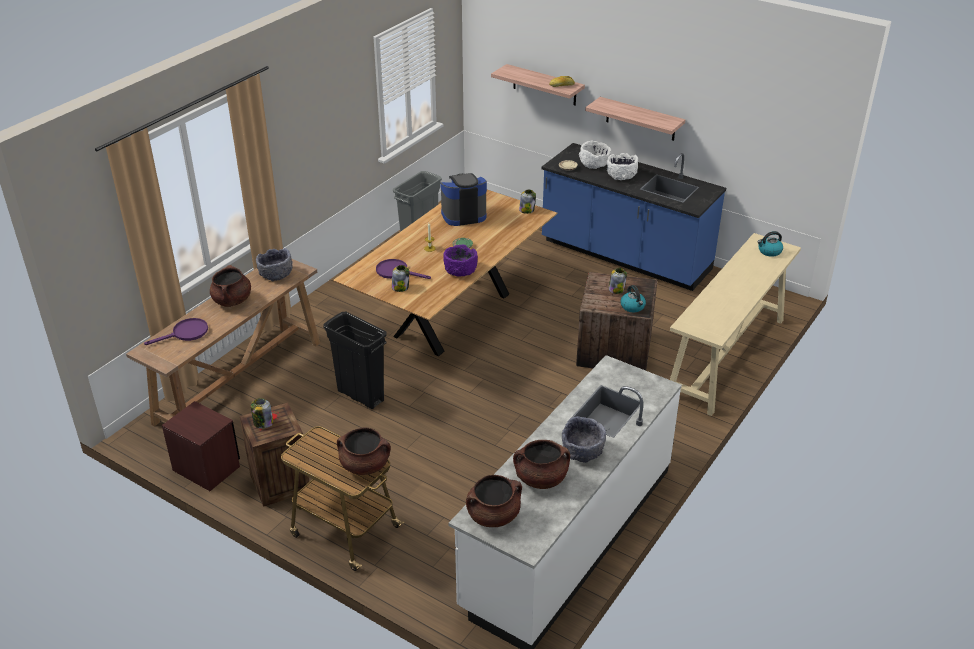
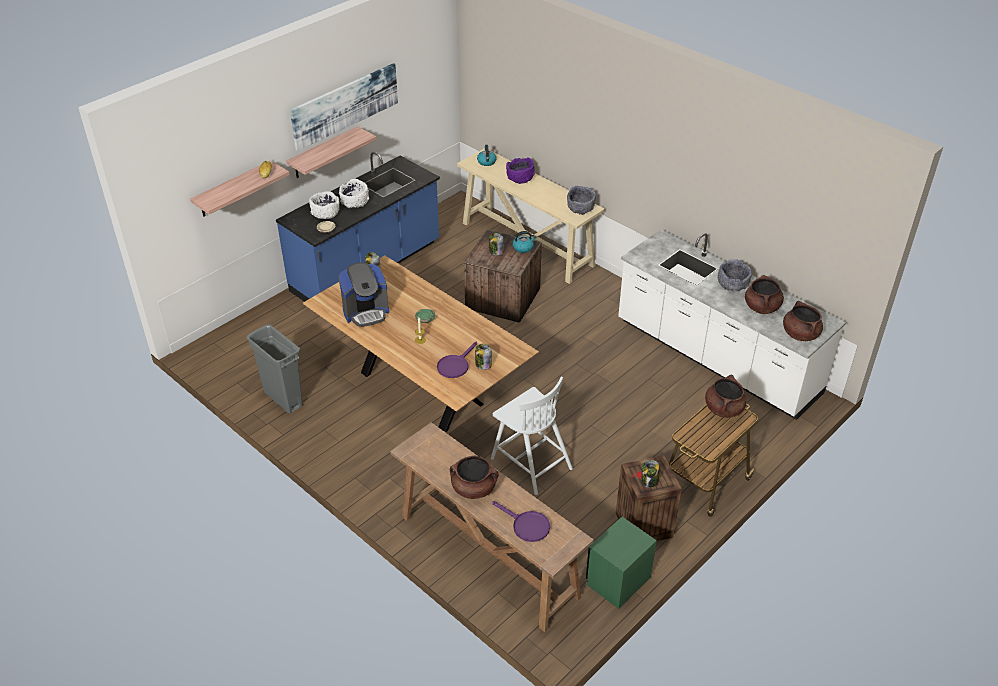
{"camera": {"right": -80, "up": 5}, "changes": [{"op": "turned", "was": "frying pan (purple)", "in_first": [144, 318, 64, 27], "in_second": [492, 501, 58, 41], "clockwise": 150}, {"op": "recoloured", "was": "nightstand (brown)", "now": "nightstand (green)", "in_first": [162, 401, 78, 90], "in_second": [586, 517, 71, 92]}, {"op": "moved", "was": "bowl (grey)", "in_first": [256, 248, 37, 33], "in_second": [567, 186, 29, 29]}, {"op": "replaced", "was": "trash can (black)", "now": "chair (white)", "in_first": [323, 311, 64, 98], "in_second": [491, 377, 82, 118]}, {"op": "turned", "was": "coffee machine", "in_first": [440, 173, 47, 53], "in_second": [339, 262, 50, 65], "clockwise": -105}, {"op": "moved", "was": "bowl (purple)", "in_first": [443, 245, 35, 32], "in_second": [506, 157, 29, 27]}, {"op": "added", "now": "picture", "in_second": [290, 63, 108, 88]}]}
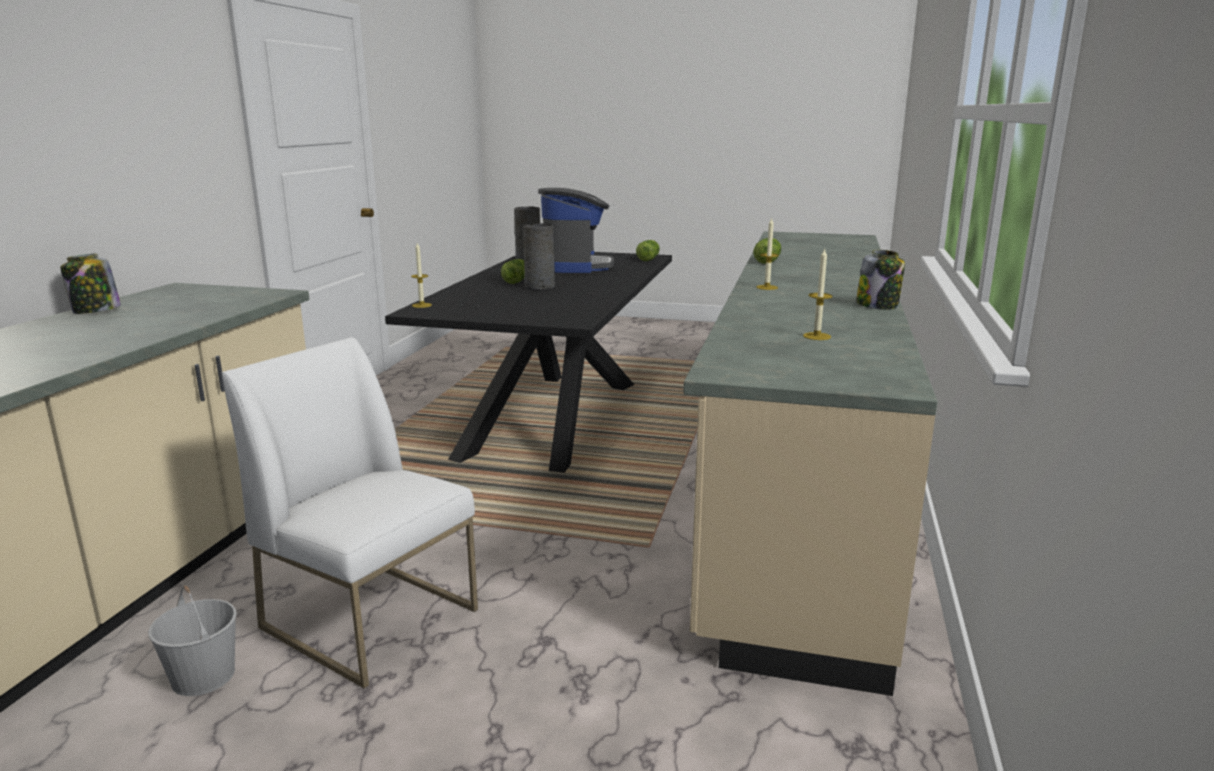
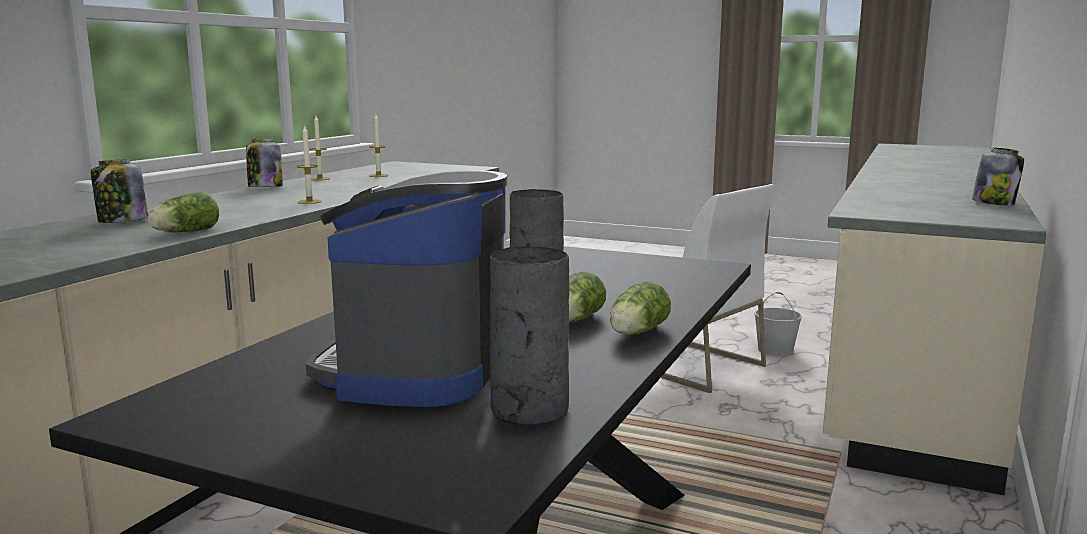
{"camera": {"right": -170, "up": -5}, "changes": [{"op": "moved", "was": "candle", "in_first": [411, 243, 21, 65], "in_second": [309, 116, 21, 65]}, {"op": "moved", "was": "lettuce", "in_first": [636, 240, 24, 21], "in_second": [610, 281, 61, 54]}, {"op": "added", "now": "jar", "in_second": [91, 159, 57, 64]}]}
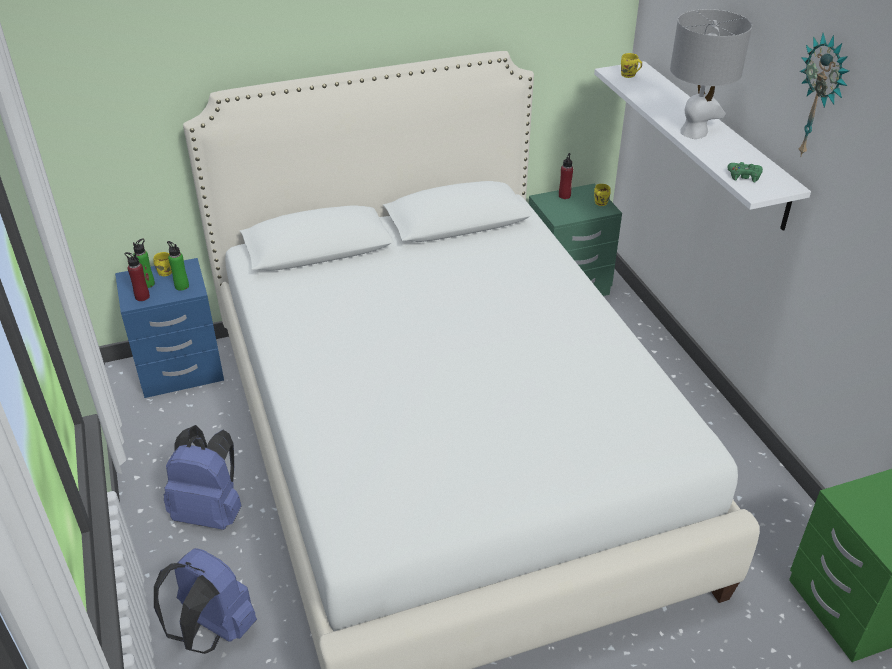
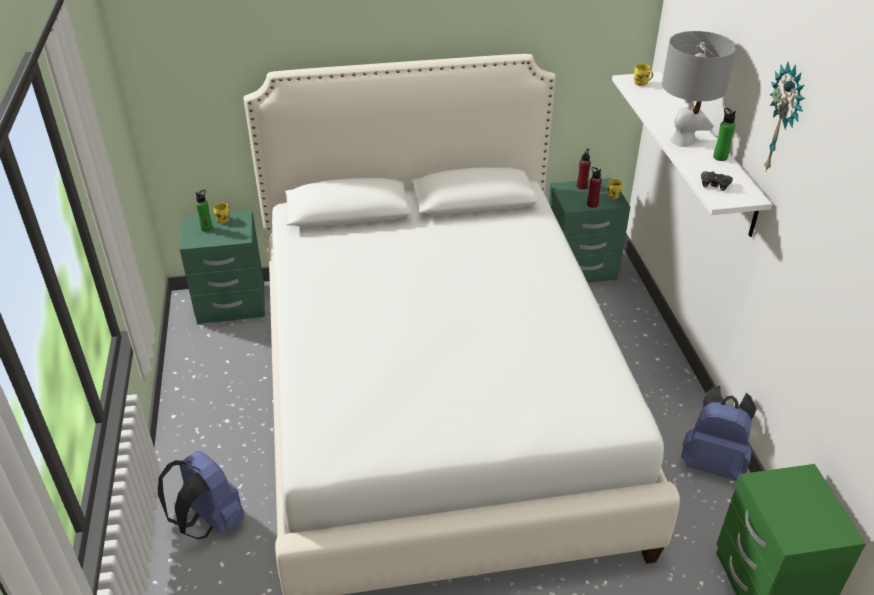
{"camera": {"right": 10, "up": 0}, "changes": [{"op": "recoloured", "was": "nightstand (blue)", "now": "nightstand (green)", "in_first": [115, 258, 109, 140], "in_second": [180, 210, 85, 114]}, {"op": "moved", "was": "bottle (red)", "in_first": [125, 252, 25, 49], "in_second": [587, 167, 15, 41]}, {"op": "moved", "was": "backpack (blue)", "in_first": [163, 425, 79, 105], "in_second": [681, 386, 76, 94]}, {"op": "moved", "was": "bottle (green)", "in_first": [167, 241, 22, 50], "in_second": [713, 108, 23, 53]}, {"op": "recoloured", "was": "game controller (green)", "now": "game controller (black)", "in_first": [727, 162, 36, 20], "in_second": [701, 171, 32, 20]}]}
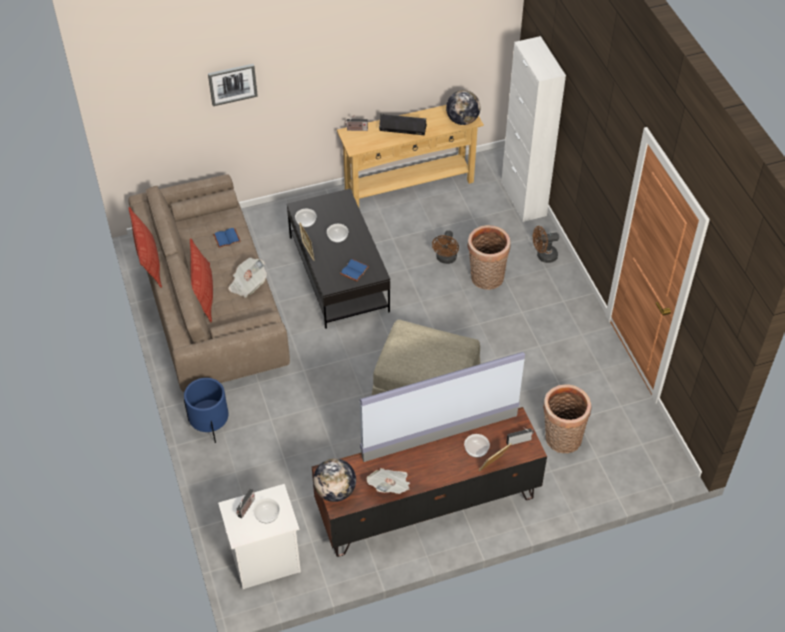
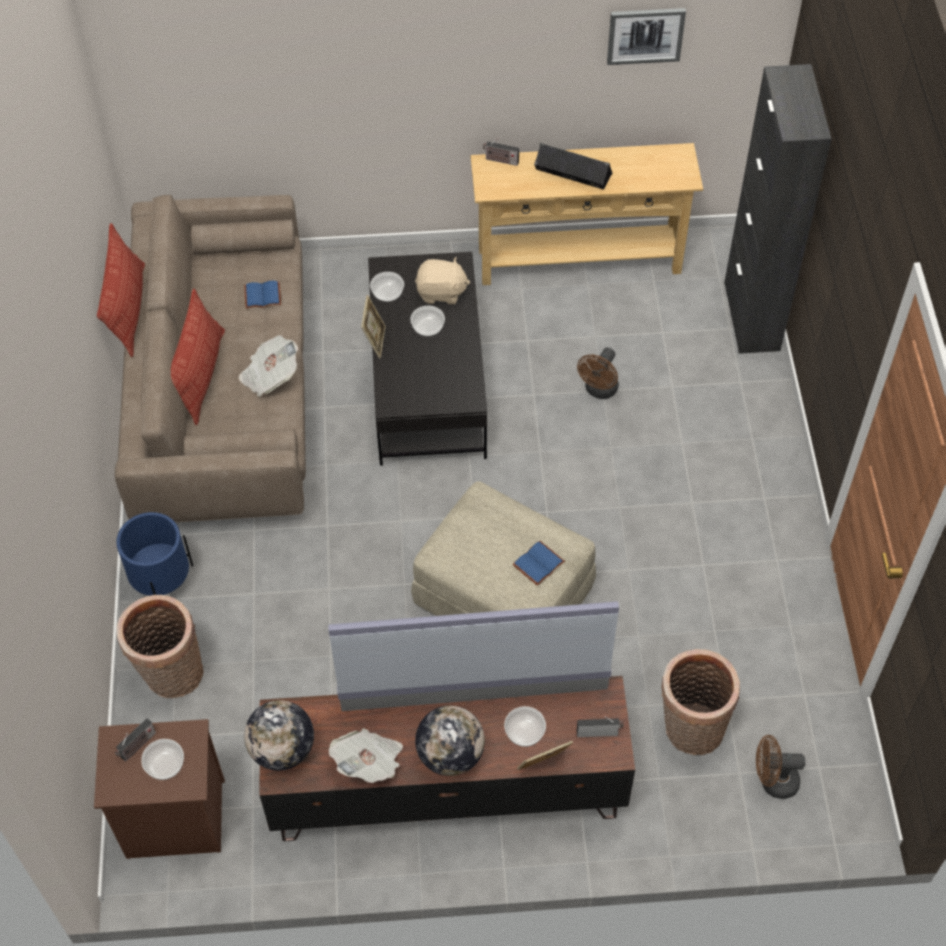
{"camera": {"right": 15, "up": 5}, "changes": [{"op": "moved", "was": "picture", "in_first": [208, 64, 50, 42], "in_second": [607, 8, 79, 57]}, {"op": "recoloured", "was": "nightstand (white)", "now": "nightstand (brown)", "in_first": [218, 484, 83, 105], "in_second": [94, 719, 131, 140]}, {"op": "moved", "was": "book (blue)", "in_first": [340, 259, 29, 22], "in_second": [512, 540, 53, 46]}, {"op": "moved", "was": "globe", "in_first": [446, 90, 34, 35], "in_second": [415, 705, 70, 71]}, {"op": "moved", "was": "basket", "in_first": [468, 225, 43, 65], "in_second": [117, 595, 86, 103]}, {"op": "recoloured", "was": "cabinet (white)", "now": "cabinet (black)", "in_first": [501, 36, 65, 186], "in_second": [724, 64, 107, 290]}, {"op": "moved", "was": "fan (brown)", "in_first": [533, 226, 26, 37], "in_second": [756, 735, 49, 64]}, {"op": "added", "now": "plush toy (beige)", "in_second": [415, 257, 56, 47]}]}
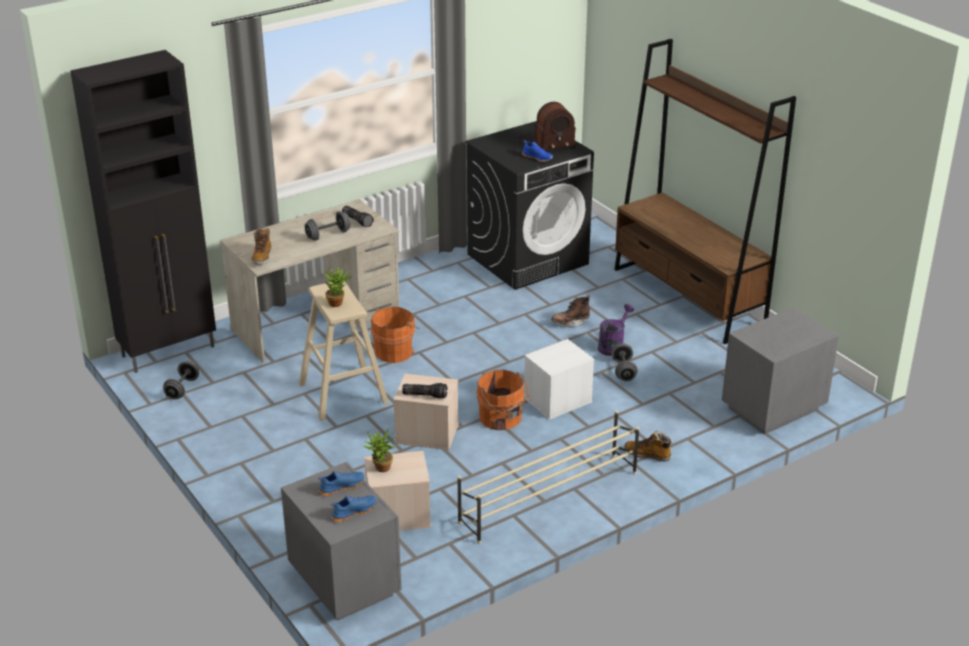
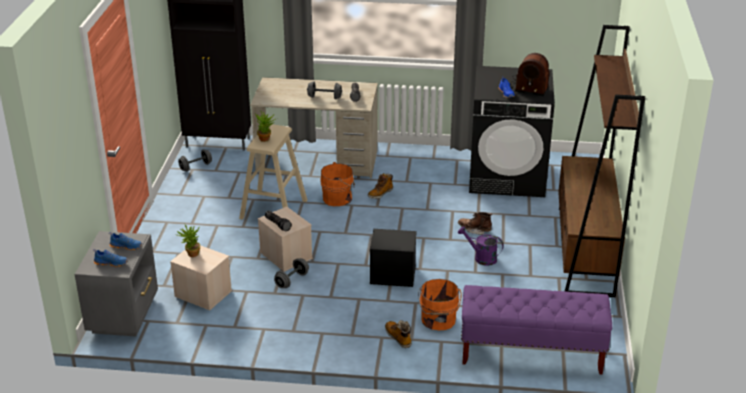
{"camera": {"right": 40, "up": 0}, "changes": [{"op": "moved", "was": "boot", "in_first": [251, 228, 21, 37], "in_second": [368, 173, 25, 26]}, {"op": "removed", "was": "shoe rack (beige)", "in_first": [457, 410, 182, 134]}, {"op": "moved", "was": "bucket (orange)", "in_first": [477, 369, 52, 61], "in_second": [418, 279, 44, 51]}, {"op": "recoloured", "was": "storage box (white)", "now": "storage box (black)", "in_first": [524, 339, 70, 81], "in_second": [370, 229, 47, 58]}, {"op": "turned", "was": "watering can (purple)", "in_first": [598, 304, 36, 52], "in_second": [458, 226, 46, 40], "clockwise": -135}, {"op": "moved", "was": "dumbbell (grey)", "in_first": [611, 343, 27, 38], "in_second": [274, 258, 35, 30]}, {"op": "replaced", "was": "nightstand (grey)", "now": "bench (purple)", "in_first": [722, 308, 117, 126], "in_second": [461, 285, 151, 89]}]}
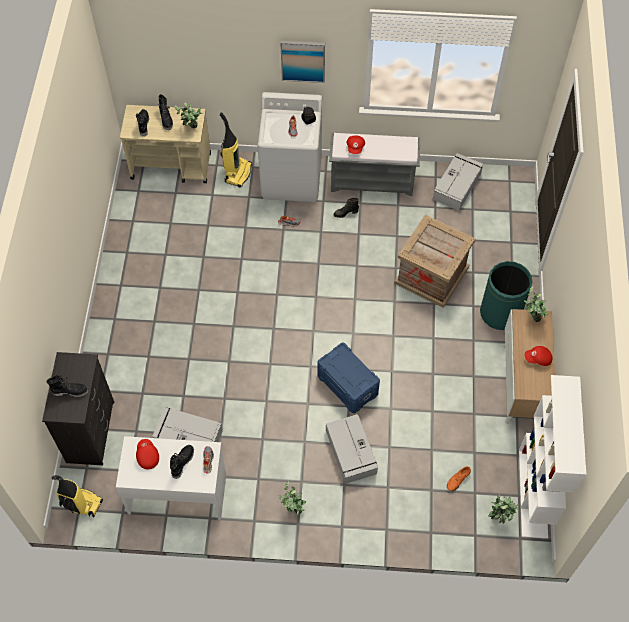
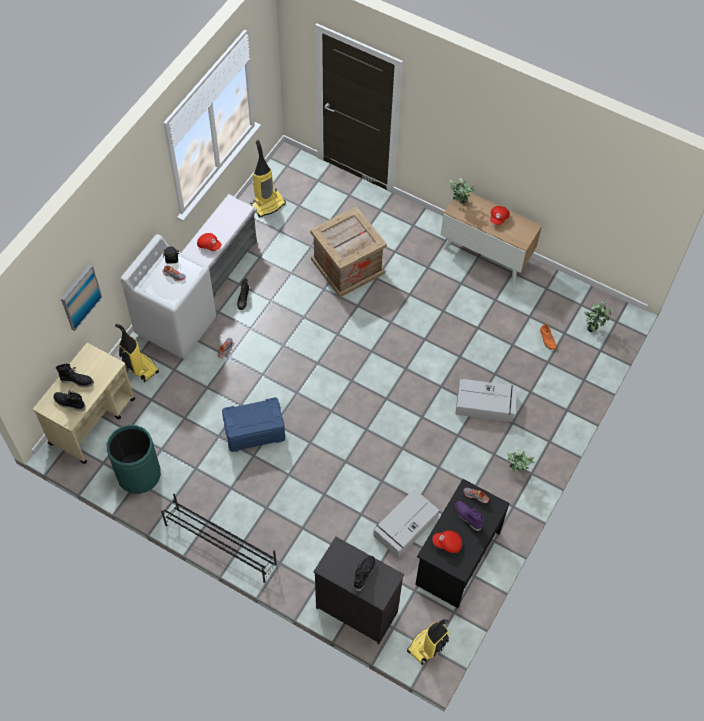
{"camera": {"right": -65, "up": 0}, "changes": [{"op": "recoloured", "was": "desk (white)", "now": "desk (black)", "in_first": [116, 436, 110, 84], "in_second": [415, 479, 95, 129]}, {"op": "recoloured", "was": "boot (black)", "now": "boot (purple)", "in_first": [170, 445, 24, 34], "in_second": [455, 501, 29, 30]}, {"op": "removed", "was": "potted plant", "in_first": [174, 103, 29, 25]}, {"op": "moved", "was": "picture", "in_first": [280, 41, 45, 42], "in_second": [61, 265, 41, 66]}, {"op": "moved", "was": "storage box (blue)", "in_first": [318, 342, 62, 71], "in_second": [222, 397, 63, 55]}, {"op": "replaced", "was": "storage box (grey)", "now": "vacuum cleaner", "in_first": [433, 153, 51, 58], "in_second": [250, 140, 36, 77]}, {"op": "moved", "was": "trash can (green)", "in_first": [480, 261, 53, 69], "in_second": [107, 425, 54, 69]}, {"op": "removed", "was": "bookcase (white)", "in_first": [519, 375, 67, 164]}, {"op": "added", "now": "shoe rack (black)", "in_second": [161, 494, 116, 89]}]}
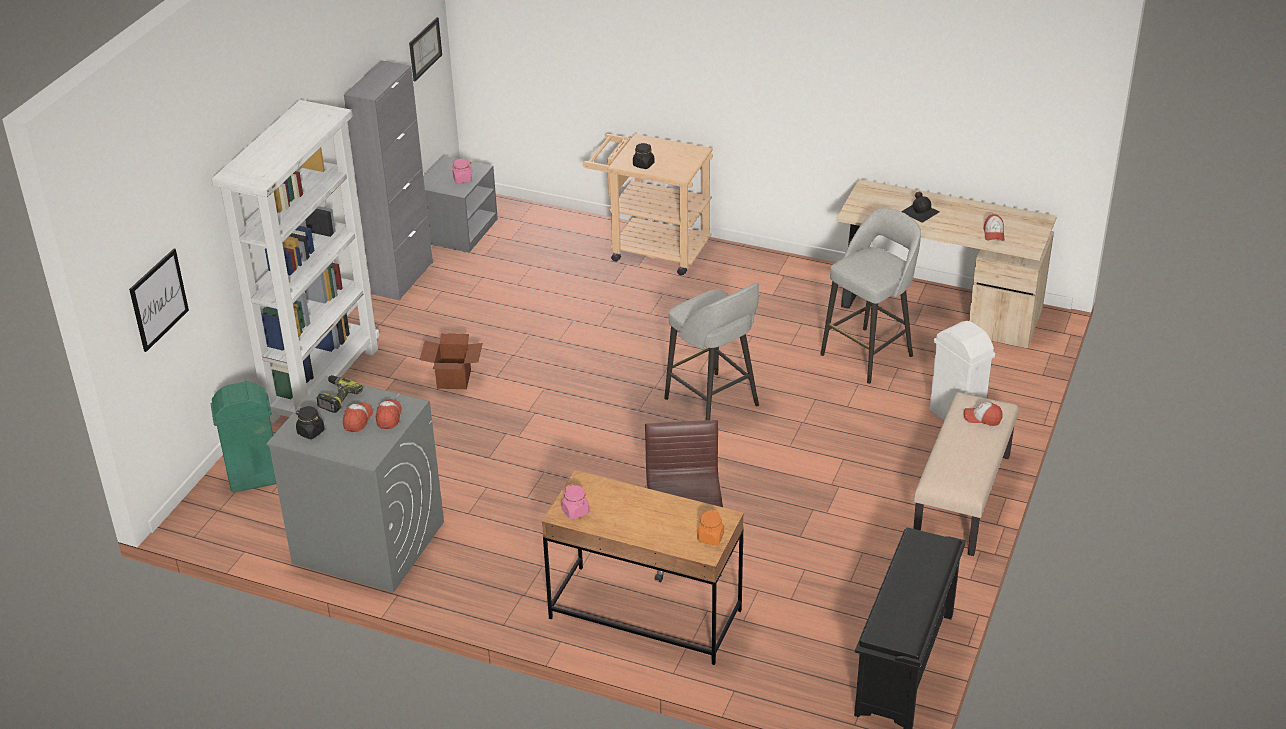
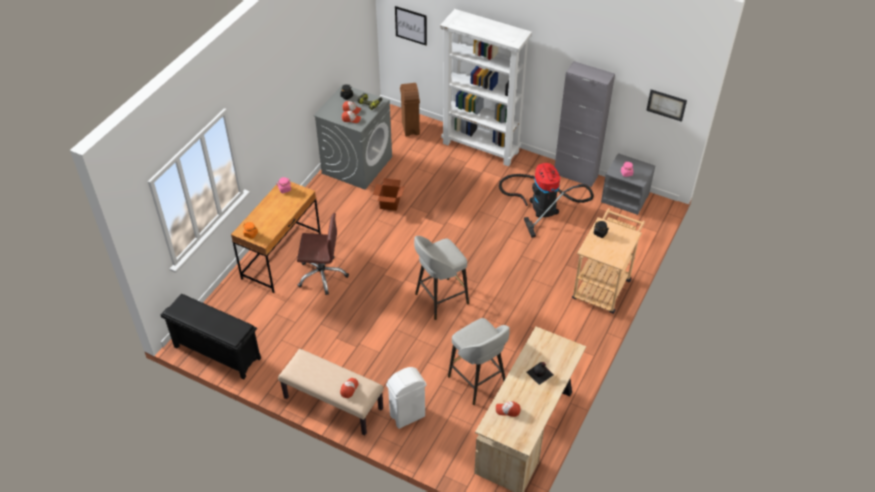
{"camera": {"right": 95, "up": 10}, "changes": [{"op": "recoloured", "was": "trash can (green)", "now": "trash can (brown)", "in_first": [211, 382, 65, 111], "in_second": [400, 83, 20, 54]}, {"op": "moved", "was": "cardboard box", "in_first": [420, 333, 63, 56], "in_second": [373, 178, 32, 33]}, {"op": "added", "now": "vacuum cleaner", "in_second": [499, 163, 95, 75]}]}
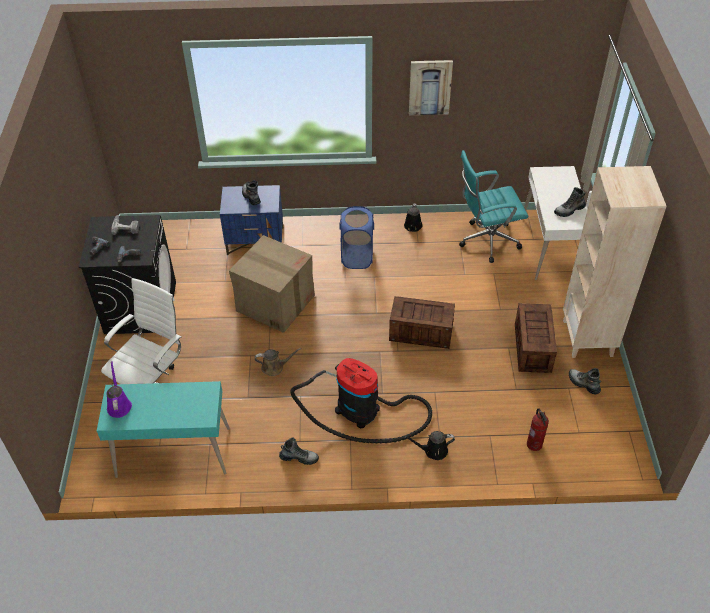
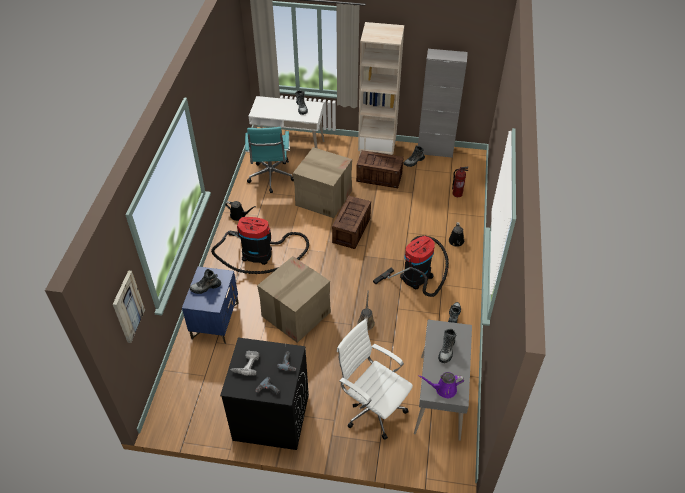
{"camera": {"right": -80, "up": 0}, "changes": [{"op": "recoloured", "was": "desk (turquoise)", "now": "desk (grey)", "in_first": [97, 381, 133, 97], "in_second": [414, 320, 58, 121]}, {"op": "replaced", "was": "laundry basket (blue)", "now": "vacuum cleaner", "in_first": [339, 206, 35, 63], "in_second": [211, 217, 98, 57]}, {"op": "moved", "was": "picture", "in_first": [409, 60, 44, 55], "in_second": [113, 270, 32, 73]}, {"op": "added", "now": "cardboard box", "in_second": [293, 147, 59, 71]}, {"op": "added", "now": "cabinet (grey)", "in_second": [418, 49, 50, 109]}, {"op": "added", "now": "boot", "in_second": [438, 329, 19, 34]}]}
